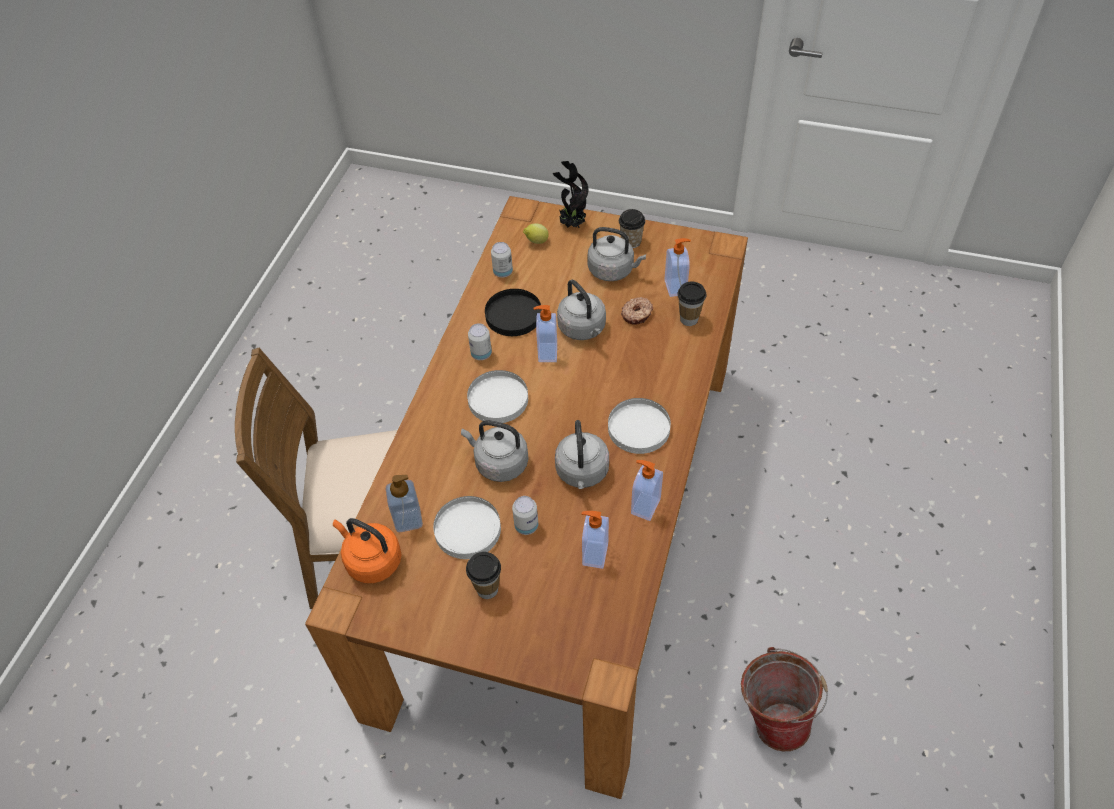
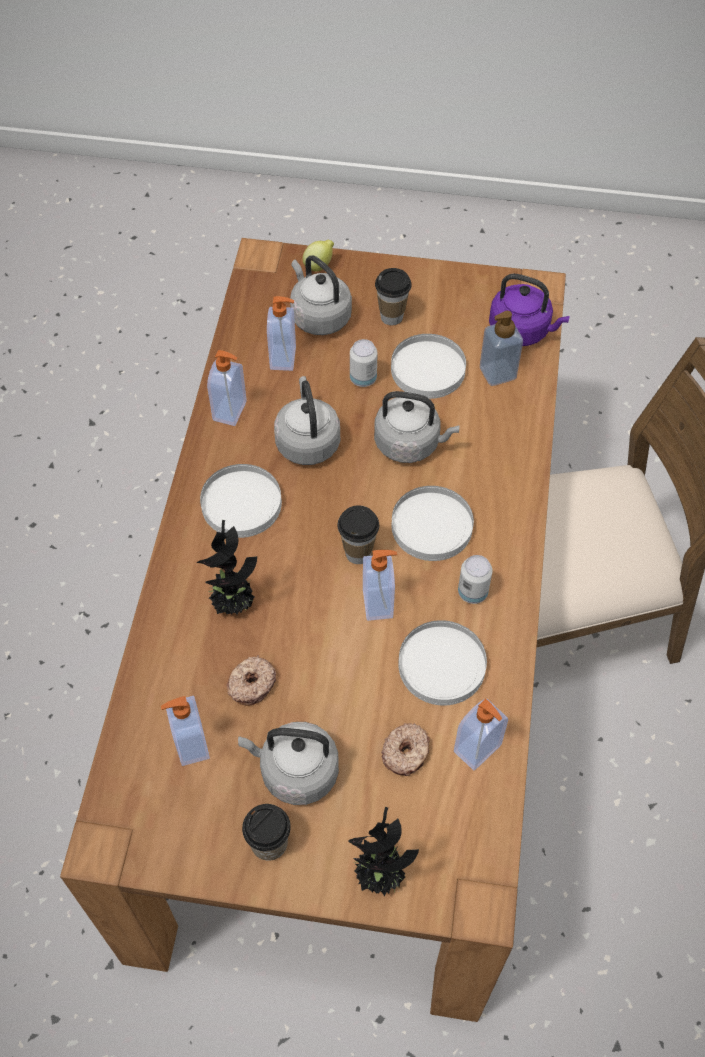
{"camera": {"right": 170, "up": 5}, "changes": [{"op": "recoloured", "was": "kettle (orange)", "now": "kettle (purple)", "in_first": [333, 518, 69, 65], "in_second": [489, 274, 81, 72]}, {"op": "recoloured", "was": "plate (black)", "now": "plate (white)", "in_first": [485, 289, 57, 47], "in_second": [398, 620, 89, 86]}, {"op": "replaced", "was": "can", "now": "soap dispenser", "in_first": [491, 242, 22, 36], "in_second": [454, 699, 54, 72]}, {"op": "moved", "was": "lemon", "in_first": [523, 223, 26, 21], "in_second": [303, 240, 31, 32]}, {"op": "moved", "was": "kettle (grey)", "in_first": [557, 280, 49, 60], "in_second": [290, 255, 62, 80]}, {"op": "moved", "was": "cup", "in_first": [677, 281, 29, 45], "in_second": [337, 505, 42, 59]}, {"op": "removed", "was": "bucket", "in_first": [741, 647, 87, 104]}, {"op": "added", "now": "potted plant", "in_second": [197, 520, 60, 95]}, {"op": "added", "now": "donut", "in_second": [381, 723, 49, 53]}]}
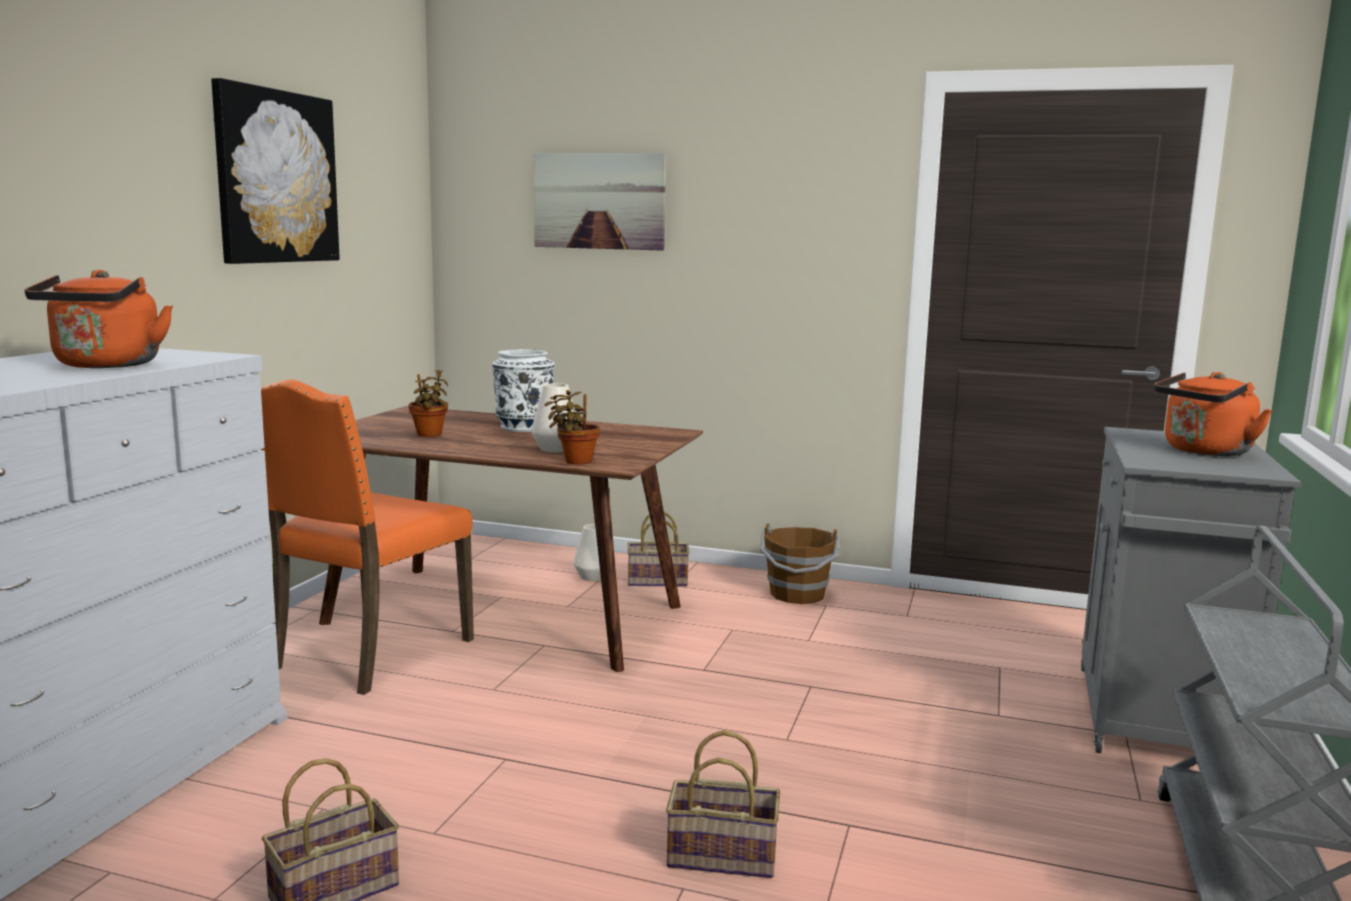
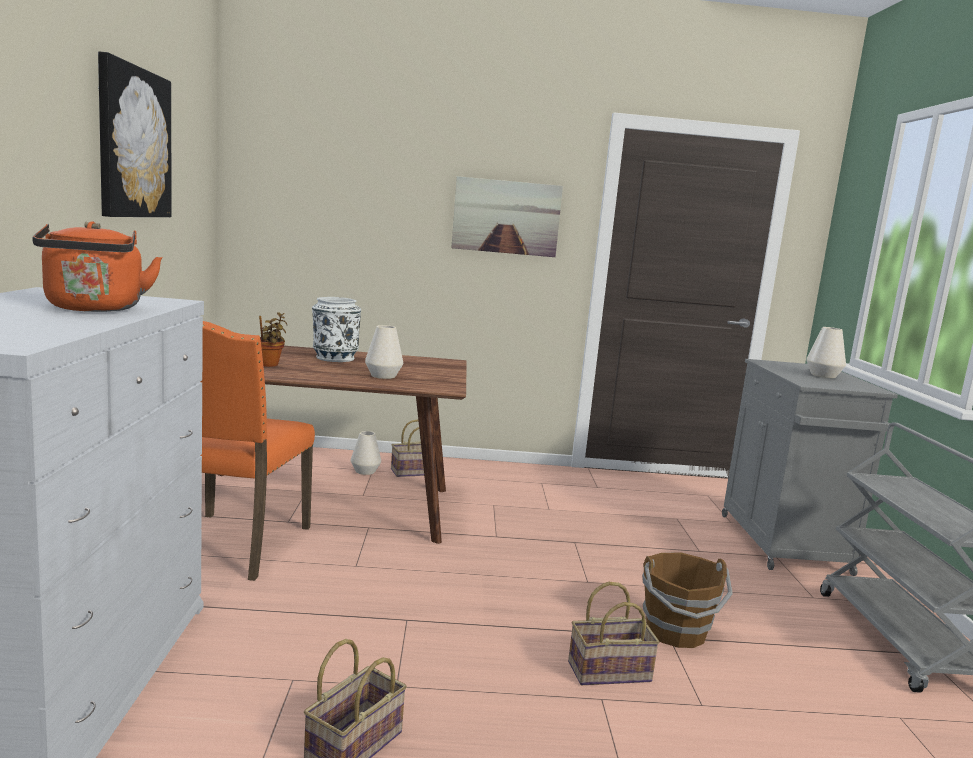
{"camera": {"right": -20, "up": 0}, "changes": [{"op": "moved", "was": "picture", "in_first": [534, 153, 132, 98], "in_second": [451, 176, 112, 81]}, {"op": "removed", "was": "potted plant", "in_first": [545, 390, 55, 75]}, {"op": "moved", "was": "bucket (brown)", "in_first": [760, 523, 80, 81], "in_second": [642, 552, 91, 96]}, {"op": "replaced", "was": "kettle (orange)", "now": "vase (white)", "in_first": [1154, 372, 119, 84], "in_second": [806, 327, 40, 51]}]}
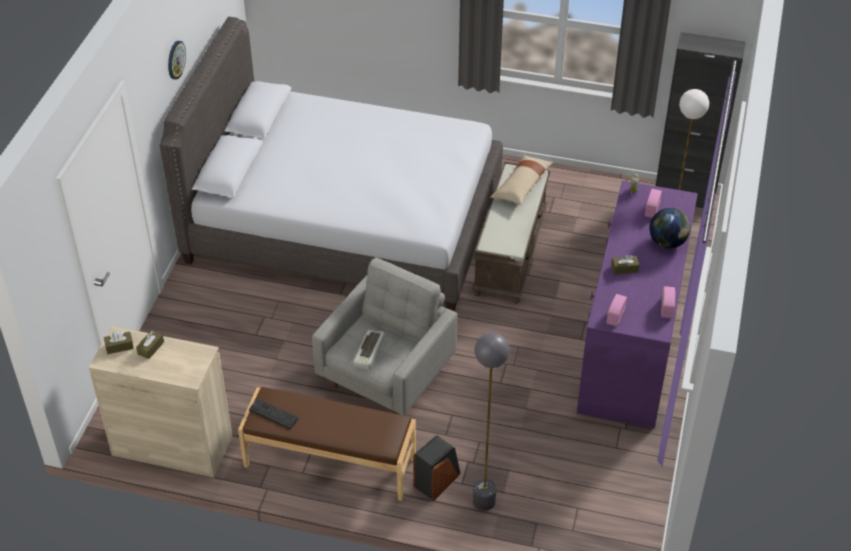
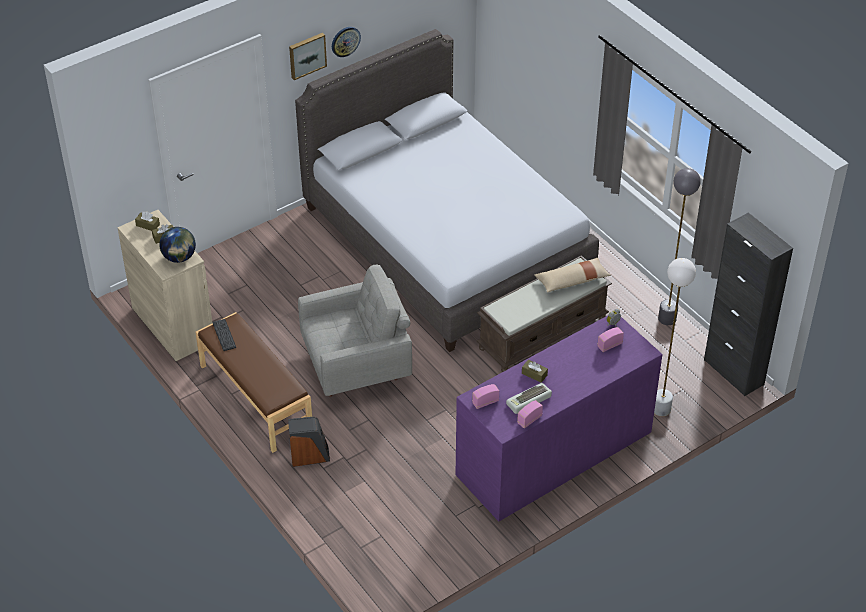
{"camera": {"right": 40, "up": 0}, "changes": [{"op": "moved", "was": "keyboard", "in_first": [353, 330, 32, 40], "in_second": [506, 383, 46, 31]}, {"op": "moved", "was": "floor lamp (grey)", "in_first": [473, 333, 37, 178], "in_second": [658, 168, 43, 157]}, {"op": "moved", "was": "globe", "in_first": [649, 208, 42, 40], "in_second": [159, 227, 37, 36]}, {"op": "added", "now": "picture", "in_second": [289, 33, 38, 47]}]}
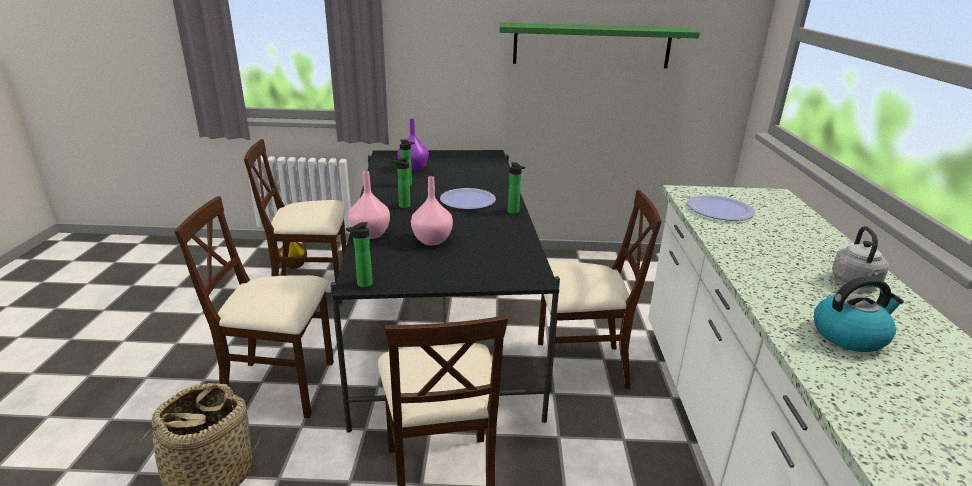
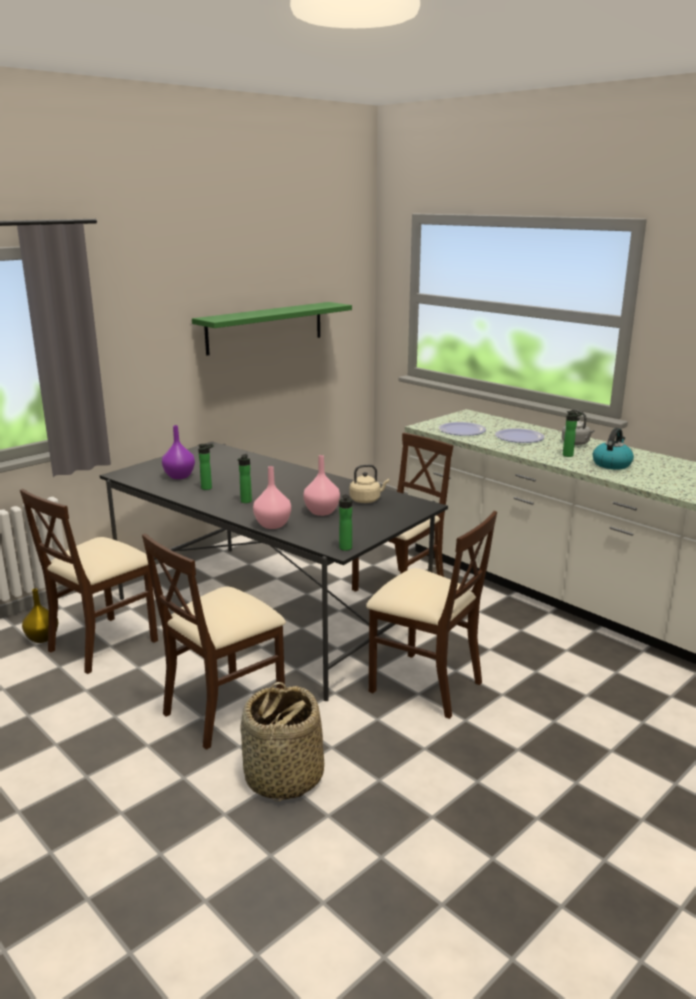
{"camera": {"right": -45, "up": -5}, "changes": [{"op": "moved", "was": "plate", "in_first": [440, 188, 56, 21], "in_second": [495, 428, 50, 15]}, {"op": "moved", "was": "bottle", "in_first": [508, 162, 17, 52], "in_second": [563, 411, 19, 46]}, {"op": "added", "now": "kettle (beige)", "in_second": [350, 464, 39, 39]}]}
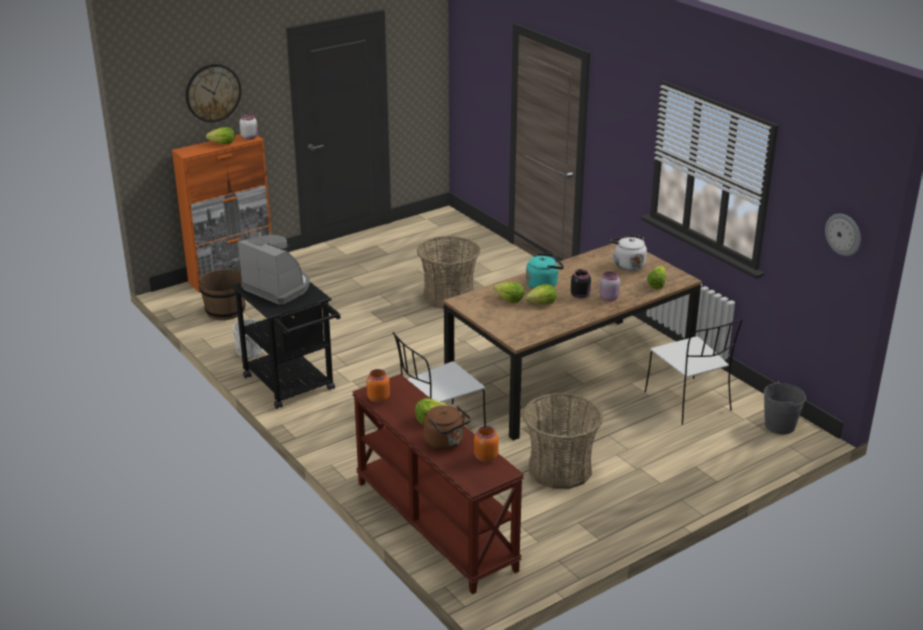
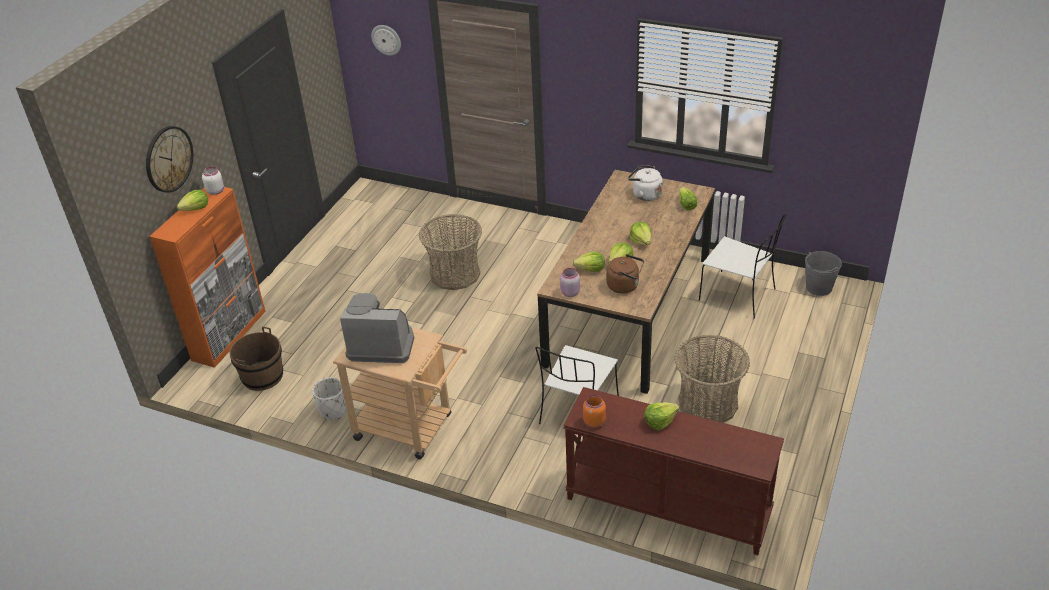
{"camera": {"right": -30, "up": 10}, "changes": [{"op": "recoloured", "was": "cart (black)", "now": "cart (beige)", "in_first": [232, 282, 109, 127], "in_second": [333, 327, 134, 132]}, {"op": "moved", "was": "kettle (brown)", "in_first": [424, 406, 47, 44], "in_second": [606, 254, 38, 39]}, {"op": "removed", "was": "jar (orange)", "in_first": [474, 426, 25, 36]}, {"op": "removed", "was": "kettle (turquoise)", "in_first": [526, 253, 38, 36]}, {"op": "replaced", "was": "jar (black)", "now": "lettuce", "in_first": [571, 269, 20, 30], "in_second": [629, 222, 23, 23]}, {"op": "moved", "was": "jar (pink)", "in_first": [600, 271, 20, 30], "in_second": [560, 268, 20, 29]}, {"op": "moved", "was": "wall clock", "in_first": [825, 214, 36, 42], "in_second": [371, 25, 30, 31]}]}
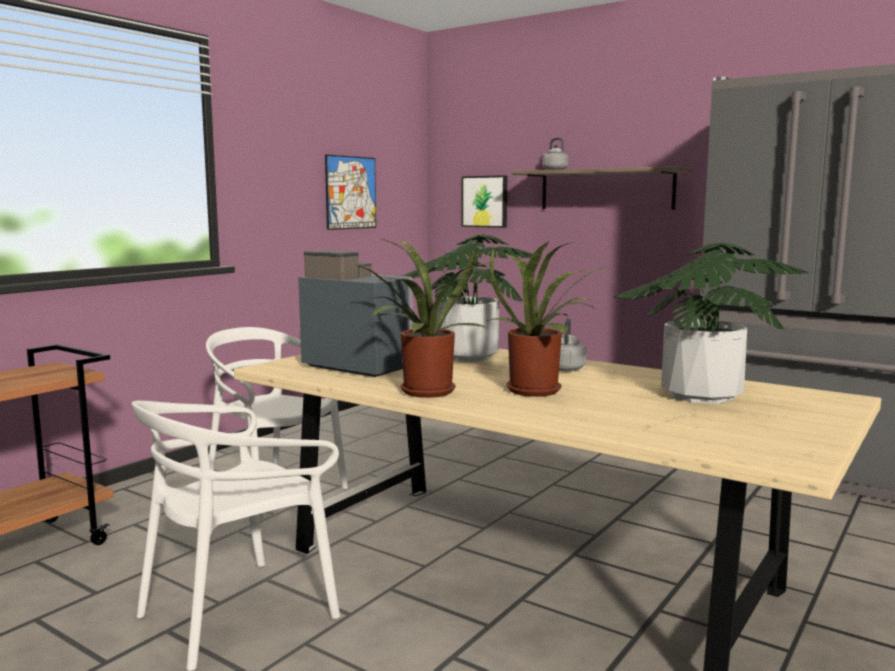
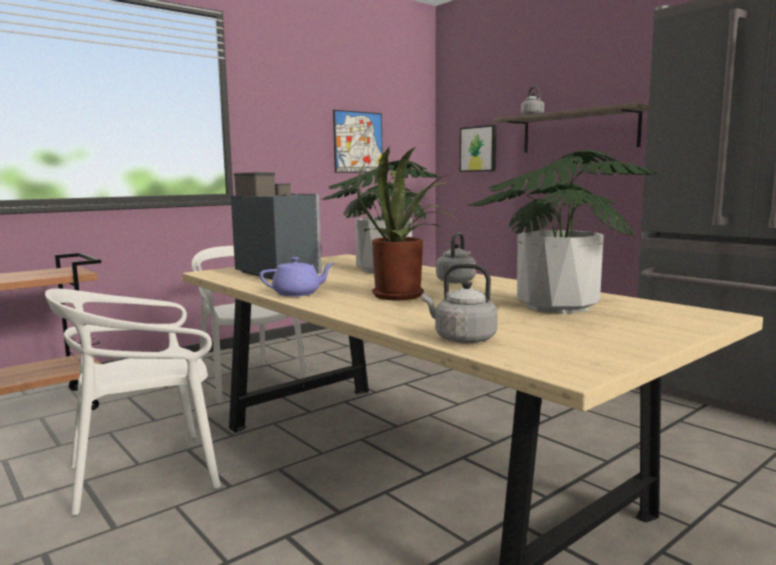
{"camera": {"right": 15, "up": 0}, "changes": [{"op": "replaced", "was": "potted plant", "now": "teapot (purple)", "in_first": [358, 237, 133, 161], "in_second": [260, 257, 75, 40]}, {"op": "added", "now": "kettle (grey)", "in_second": [422, 264, 76, 80]}]}
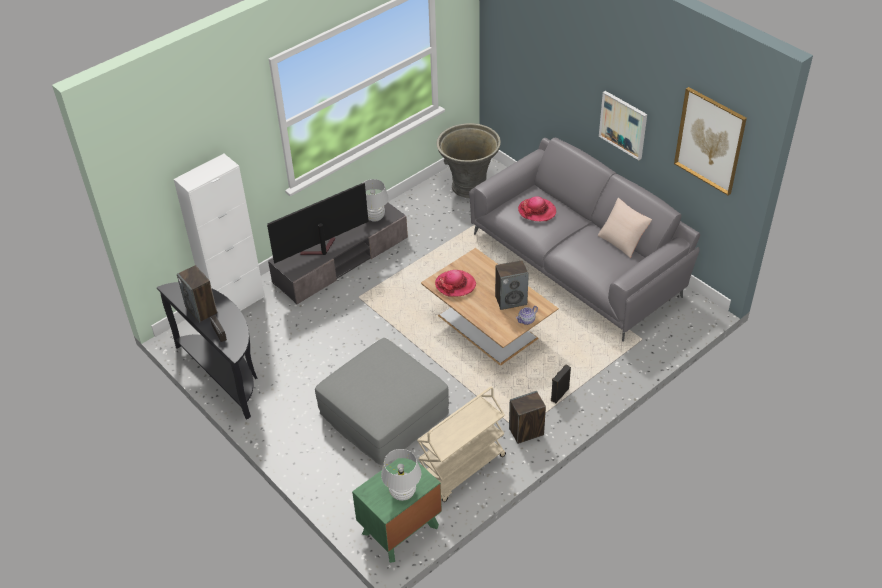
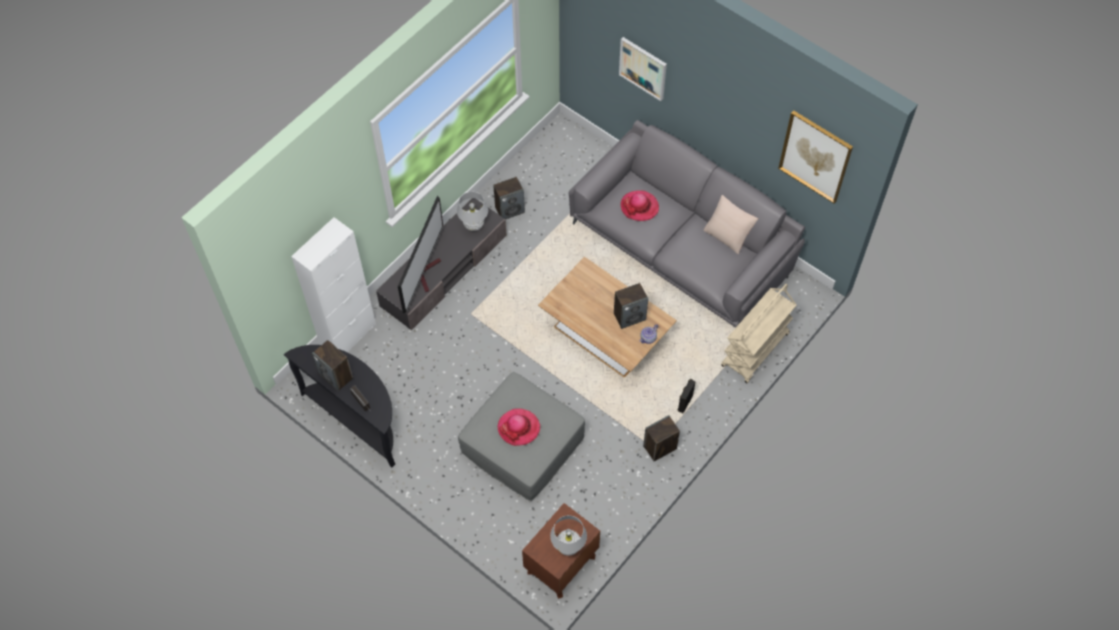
{"camera": {"right": -10, "up": 15}, "changes": [{"op": "turned", "was": "television", "in_first": [267, 183, 102, 81], "in_second": [398, 196, 45, 117], "clockwise": 150}, {"op": "recoloured", "was": "nightstand (green)", "now": "nightstand (brown)", "in_first": [352, 458, 90, 105], "in_second": [522, 503, 78, 96]}, {"op": "moved", "was": "cart (beige)", "in_first": [417, 387, 89, 115], "in_second": [721, 284, 75, 99]}, {"op": "moved", "was": "hat", "in_first": [435, 270, 41, 26], "in_second": [498, 408, 42, 38]}, {"op": "removed", "was": "planter (grey)", "in_first": [437, 123, 64, 75]}, {"op": "moved", "was": "picture", "in_first": [599, 91, 48, 69], "in_second": [619, 37, 48, 64]}, {"op": "added", "now": "speaker", "in_second": [493, 177, 32, 43]}]}
